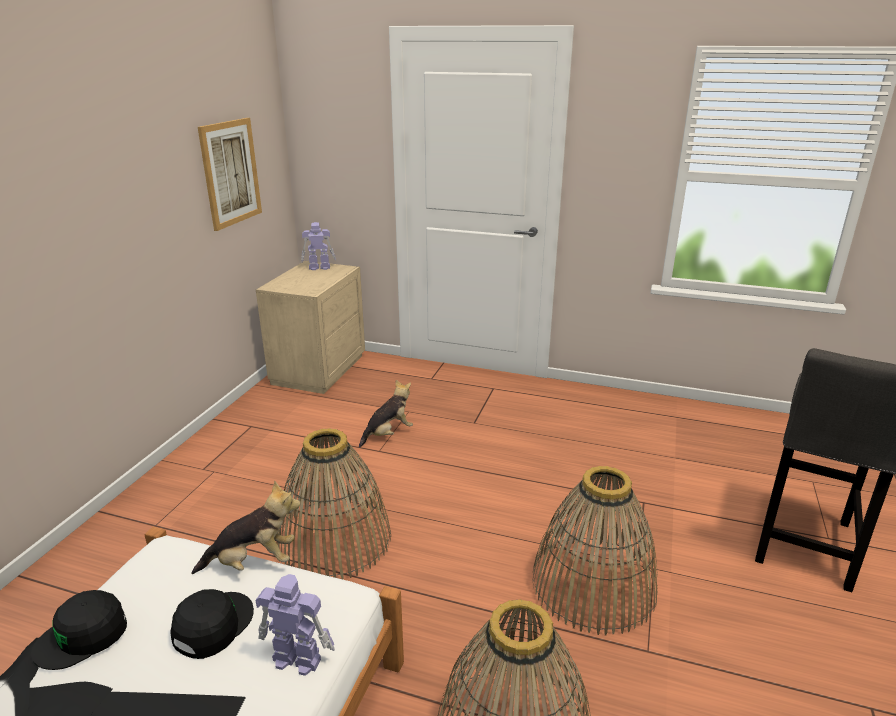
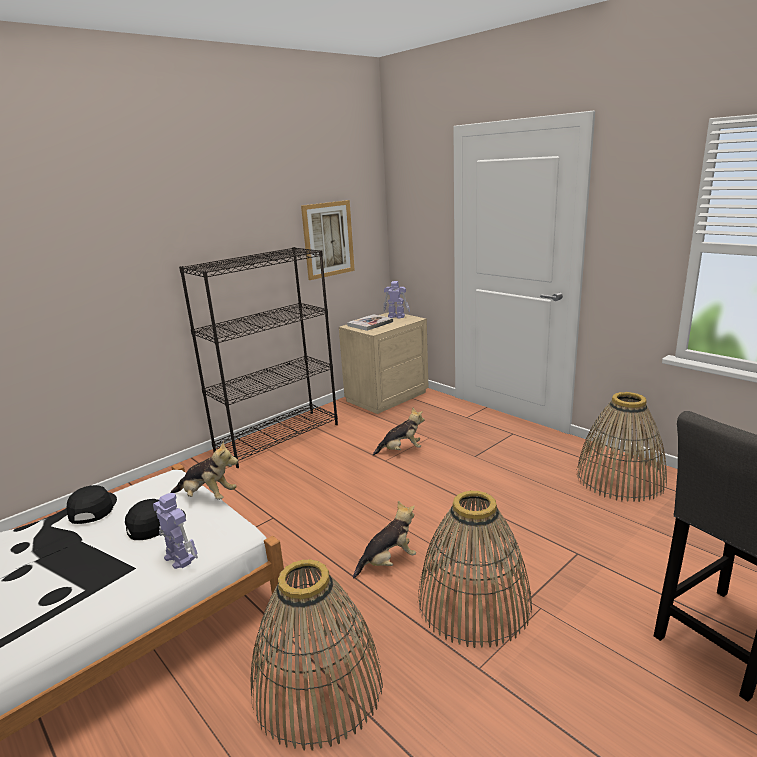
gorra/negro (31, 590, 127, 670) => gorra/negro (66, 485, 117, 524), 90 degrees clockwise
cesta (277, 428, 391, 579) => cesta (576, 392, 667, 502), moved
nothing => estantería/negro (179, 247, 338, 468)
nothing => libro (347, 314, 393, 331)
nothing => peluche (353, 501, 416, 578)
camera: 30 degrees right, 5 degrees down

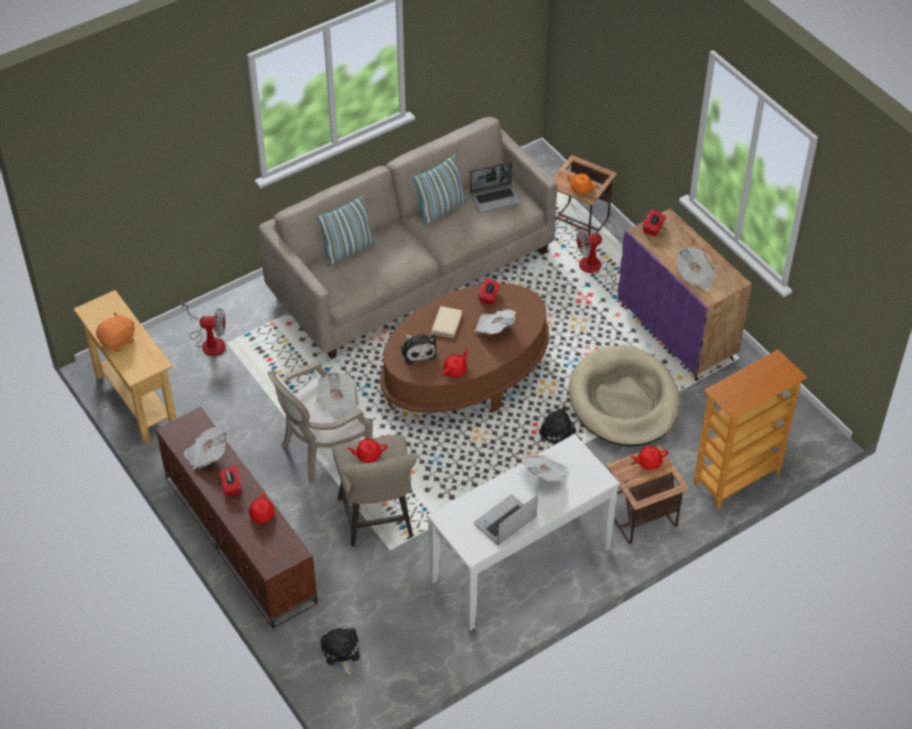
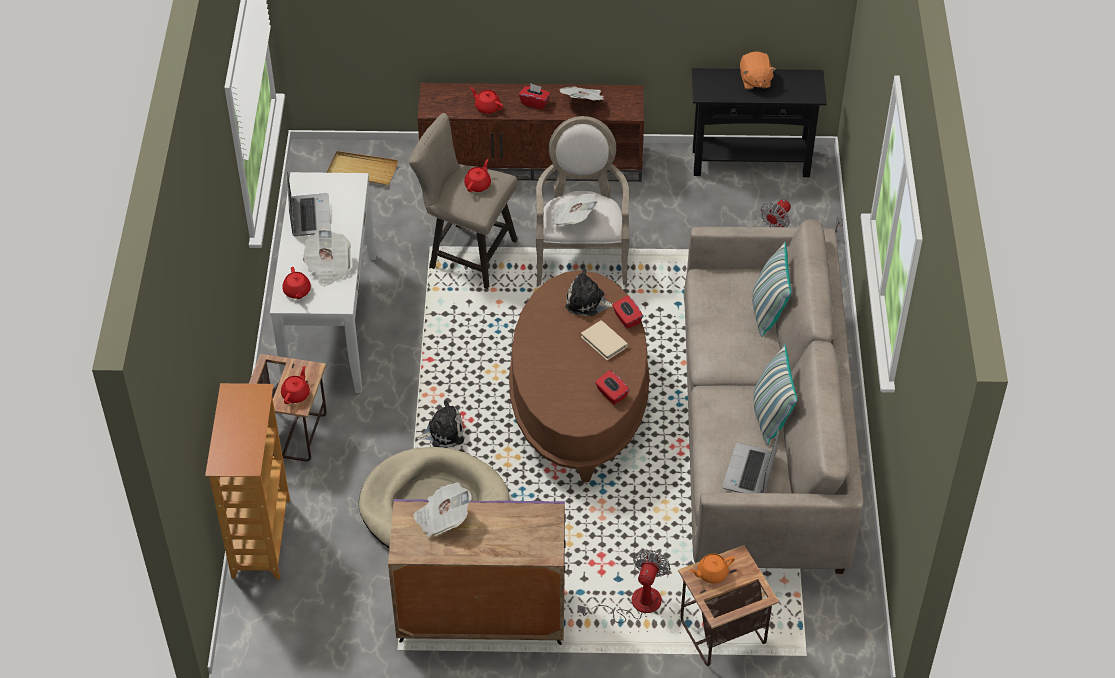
mesa consola/beis (74, 290, 177, 444) => mesa consola/negro (692, 68, 827, 177)
peluche (321, 628, 360, 676) => bandeja/beis (327, 151, 398, 185)
tetera/rojo (443, 349, 469, 377) => tetera/rojo (282, 267, 311, 299), moved
periódico (474, 309, 516, 334) => nothing
caja de pañuelos/rojo (642, 209, 666, 236) => caja de pañuelos/rojo (612, 295, 643, 329), moved
camera: 125 degrees right, 0 degrees up

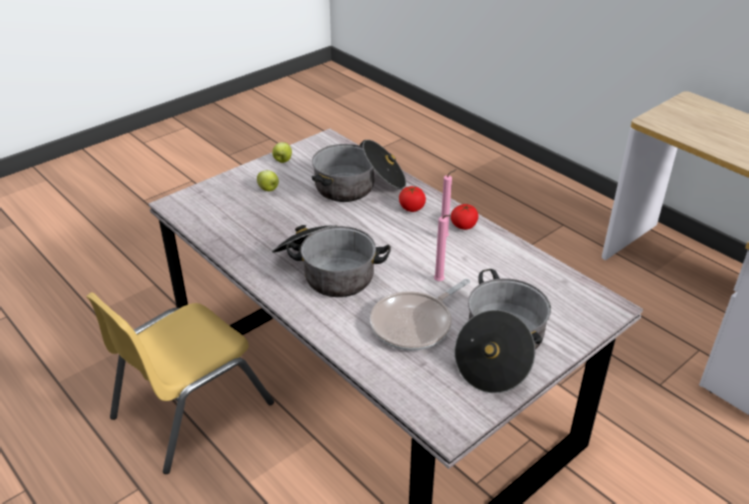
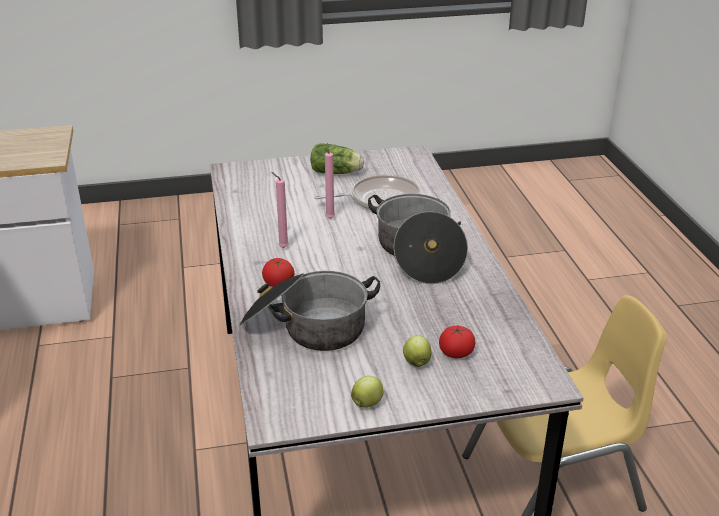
tomate (451, 204, 478, 230) => tomate (439, 326, 475, 358), moved
olla (454, 269, 551, 393) => lechuga (311, 143, 364, 174)
camera: 150 degrees left, 5 degrees down

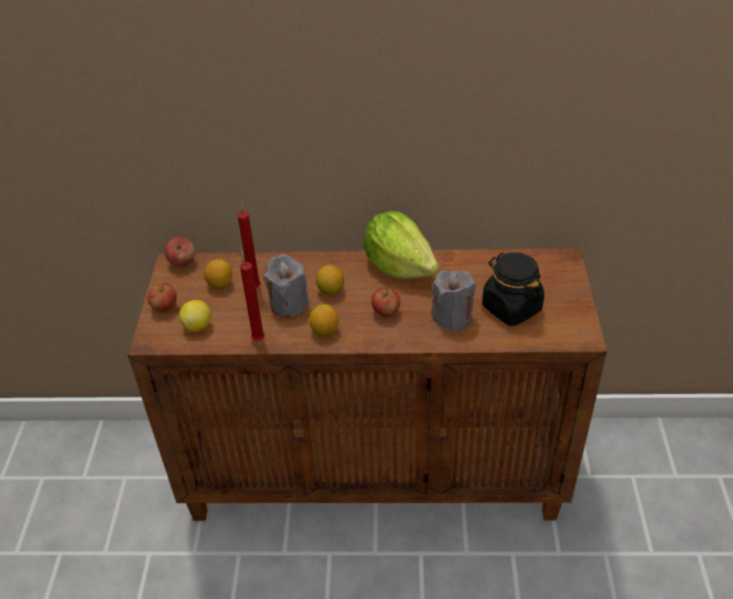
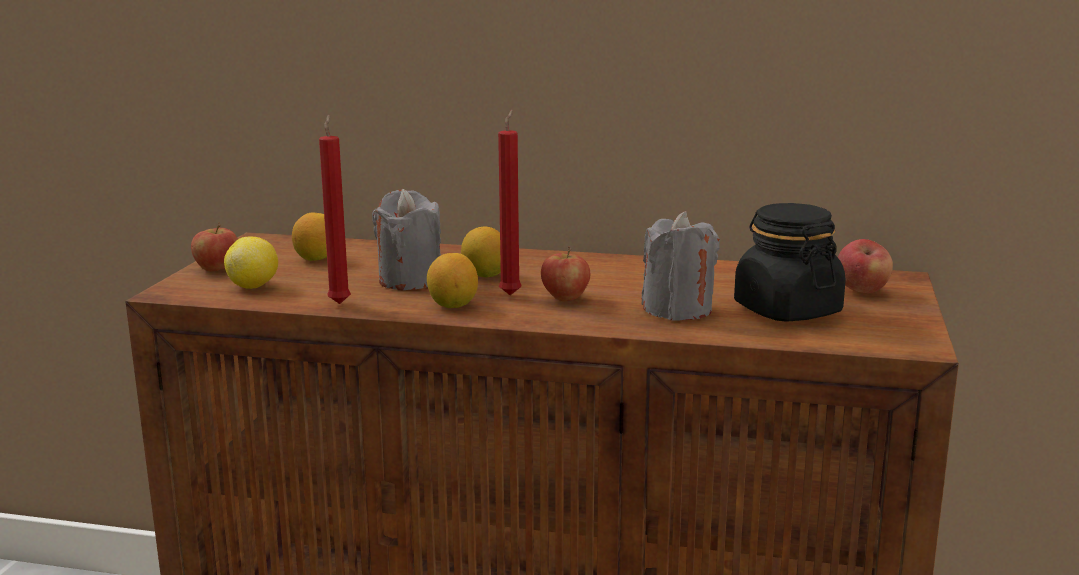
manzana (165, 237, 195, 267) => manzana (838, 239, 893, 293), moved
vela/rojo (238, 199, 261, 288) => vela/rojo (498, 110, 521, 295), moved
lechuga (364, 210, 439, 279) => nothing
camera: 10 degrees right, 25 degrees down

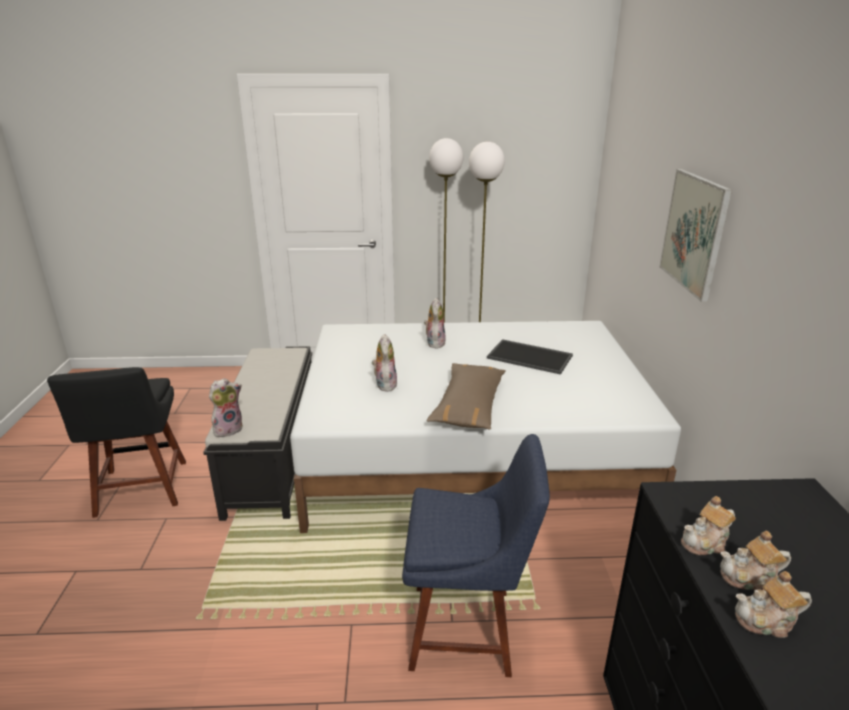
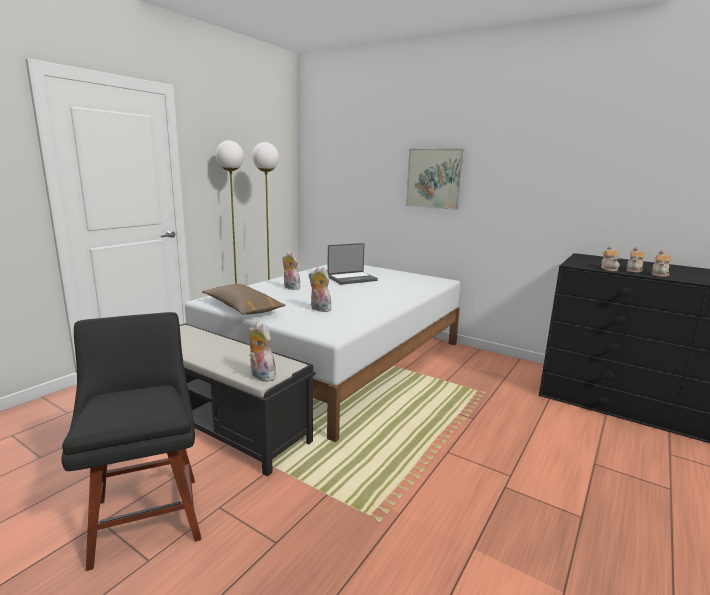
silla/negro (47, 367, 186, 518) => silla/negro (61, 312, 201, 571), 135 degrees counterclockwise
peluche (209, 378, 243, 437) => peluche (249, 322, 276, 382), 45 degrees counterclockwise
silla/azul (402, 434, 550, 677) => nothing
cojín/marrón (427, 363, 506, 430) => cojín/marrón (202, 284, 286, 315), moved
bandeja (487, 339, 573, 375) => portátil (327, 243, 378, 285)
camera: 55 degrees left, 10 degrees down

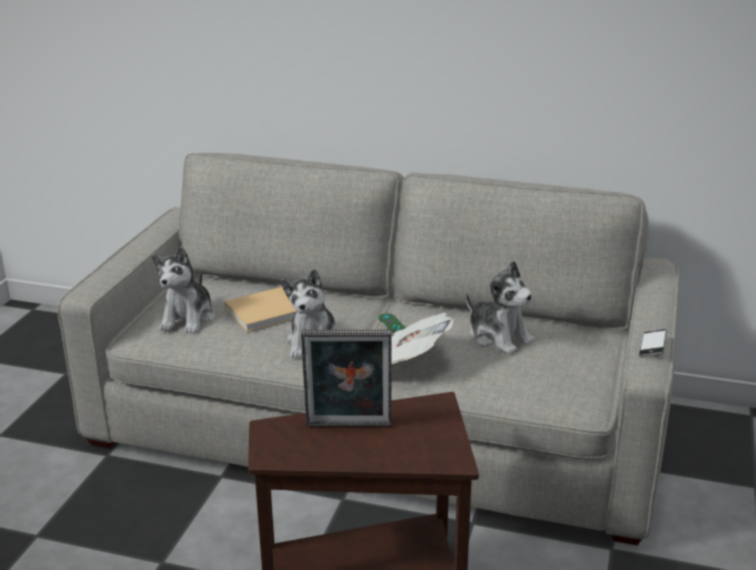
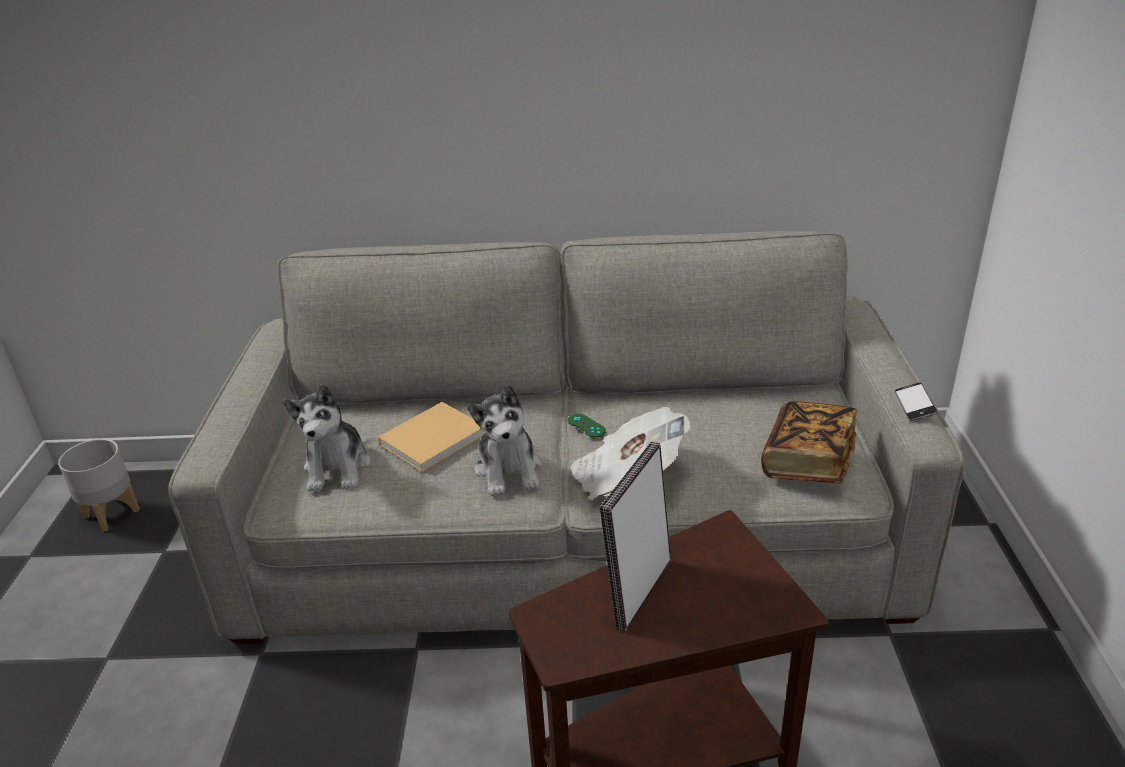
portarretratos (301, 330, 392, 427) => portarretratos (600, 442, 671, 632), 135 degrees clockwise
peluche (466, 260, 534, 355) => nothing
nothing => maceta/gris (58, 439, 140, 531)
nothing => libro (761, 401, 857, 483)
camera: 15 degrees left, 5 degrees up

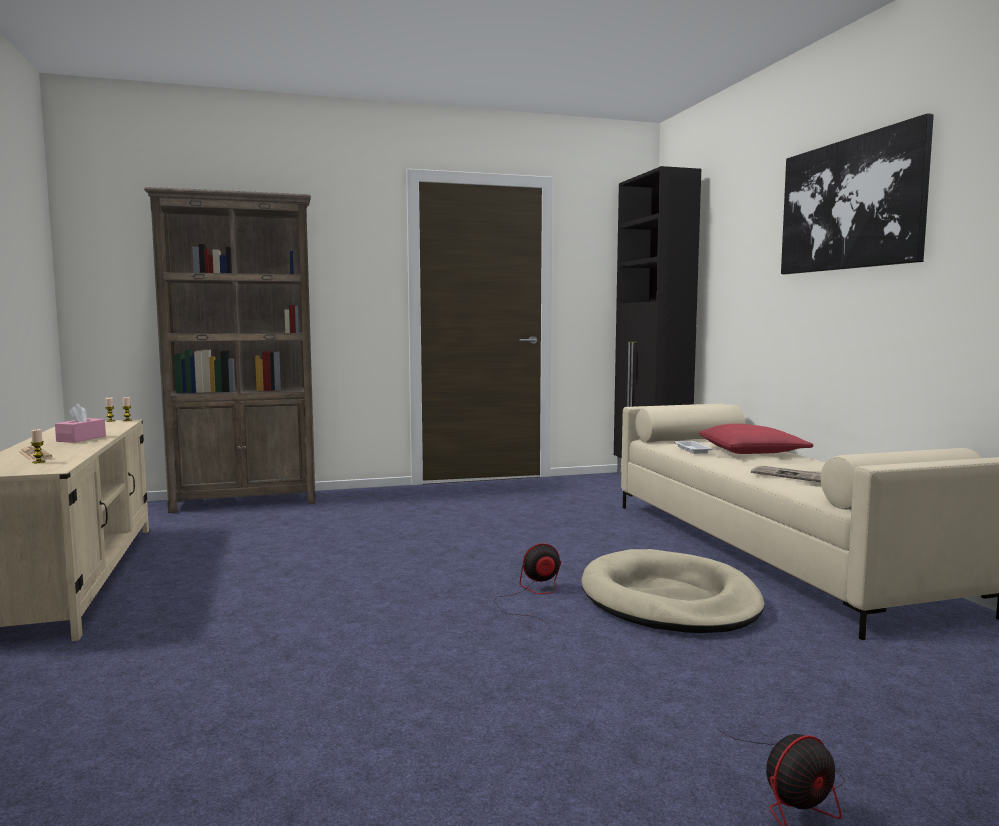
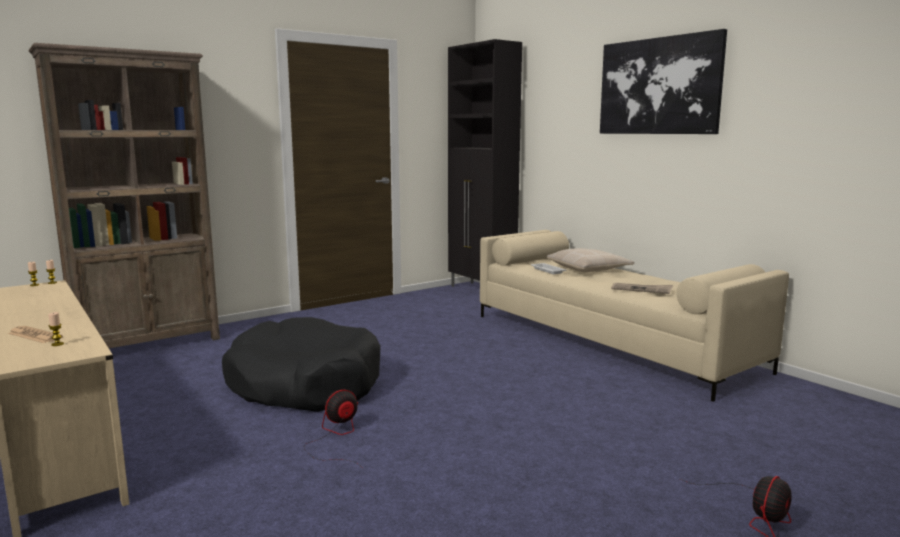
caja de pañuelos/rosa (55, 404, 106, 443) => nothing
ventilador (494, 543, 561, 627) => ventilador (304, 390, 363, 468), moved
cama para perro/beis (582, 549, 764, 633) => nothing
cojín/rojo (699, 424, 813, 454) => cojín/beis (547, 248, 634, 272)
nothing => cama para perro/negro (222, 317, 380, 412)
camera: 20 degrees left, 5 degrees up

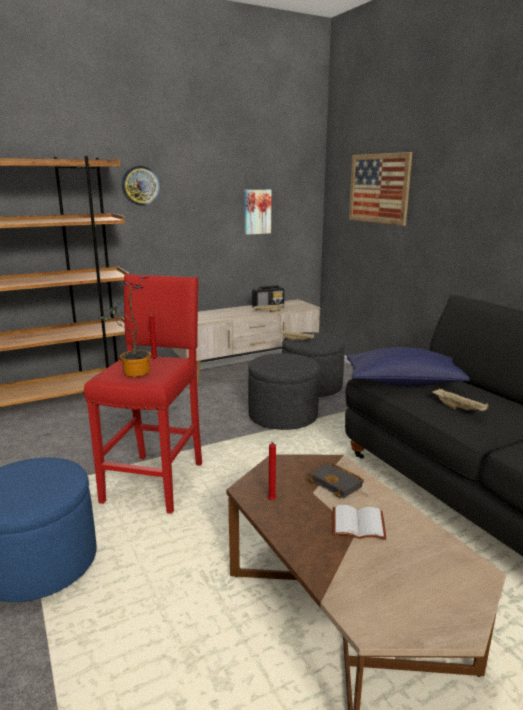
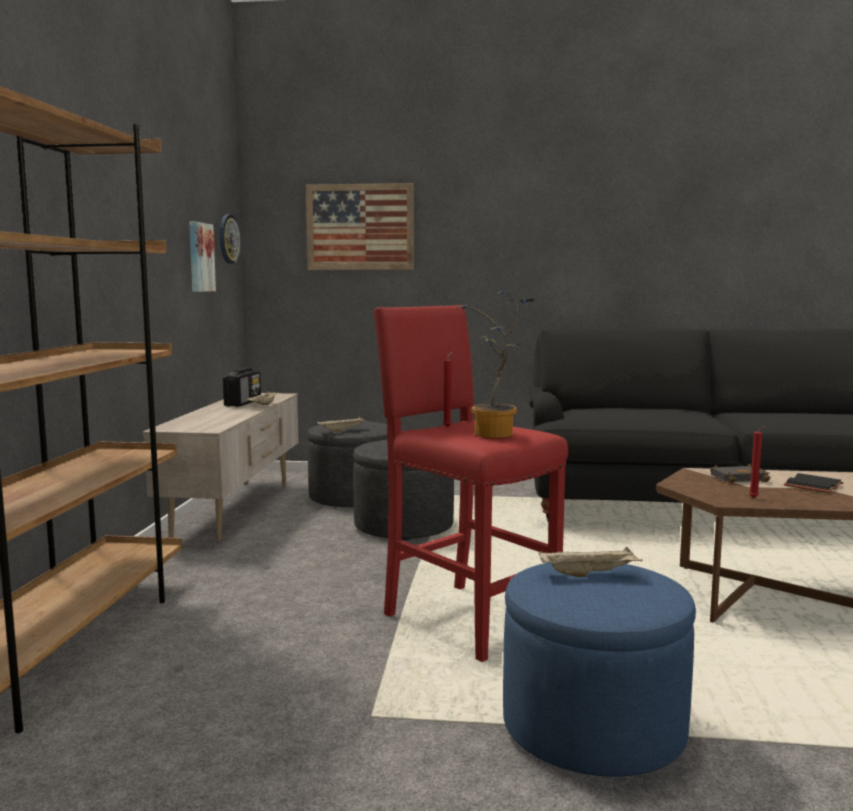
reloj de pared (122, 166, 160, 206) => reloj de pared (220, 214, 241, 264), moved
libro/blanco (333, 505, 386, 540) => libro/negro (784, 473, 843, 493)
cojín/azul (347, 347, 470, 386) => nothing
bandeja/beis (432, 389, 489, 411) => bandeja/beis (538, 547, 643, 577), moved
camera: 55 degrees left, 10 degrees down

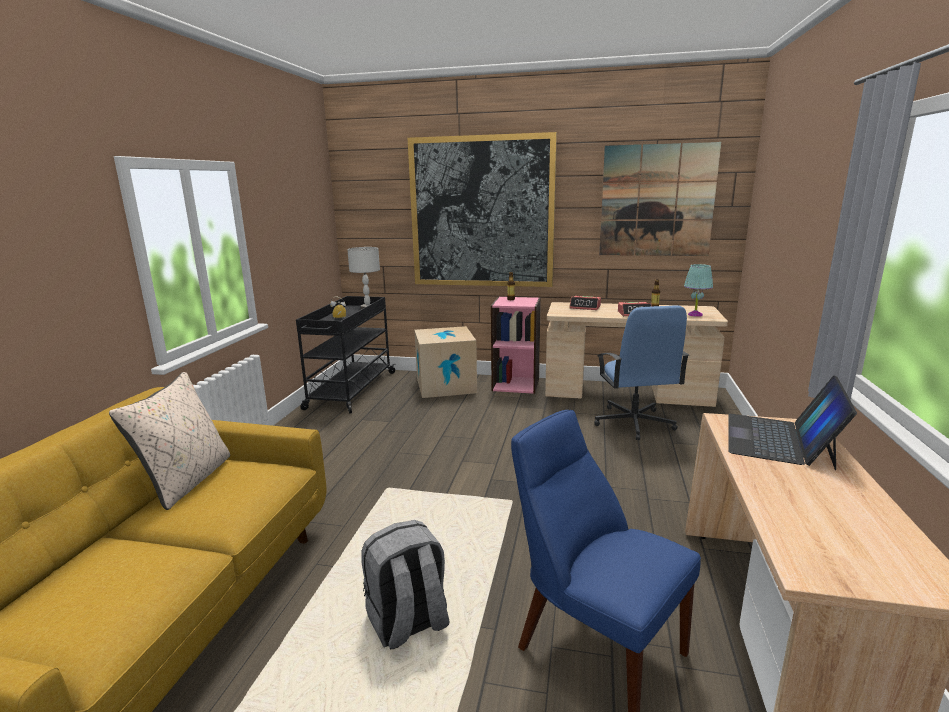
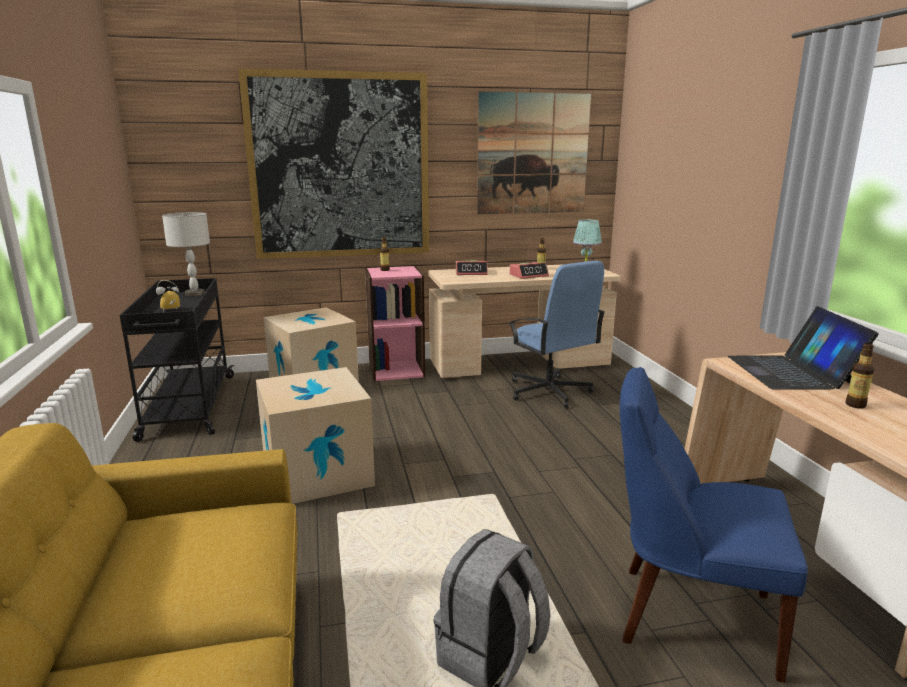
cojín/beis (109, 372, 230, 510) => nothing
nothing => caja de cartón (256, 367, 375, 504)
nothing => botella (846, 343, 874, 408)
camera: 25 degrees left, 0 degrees up

